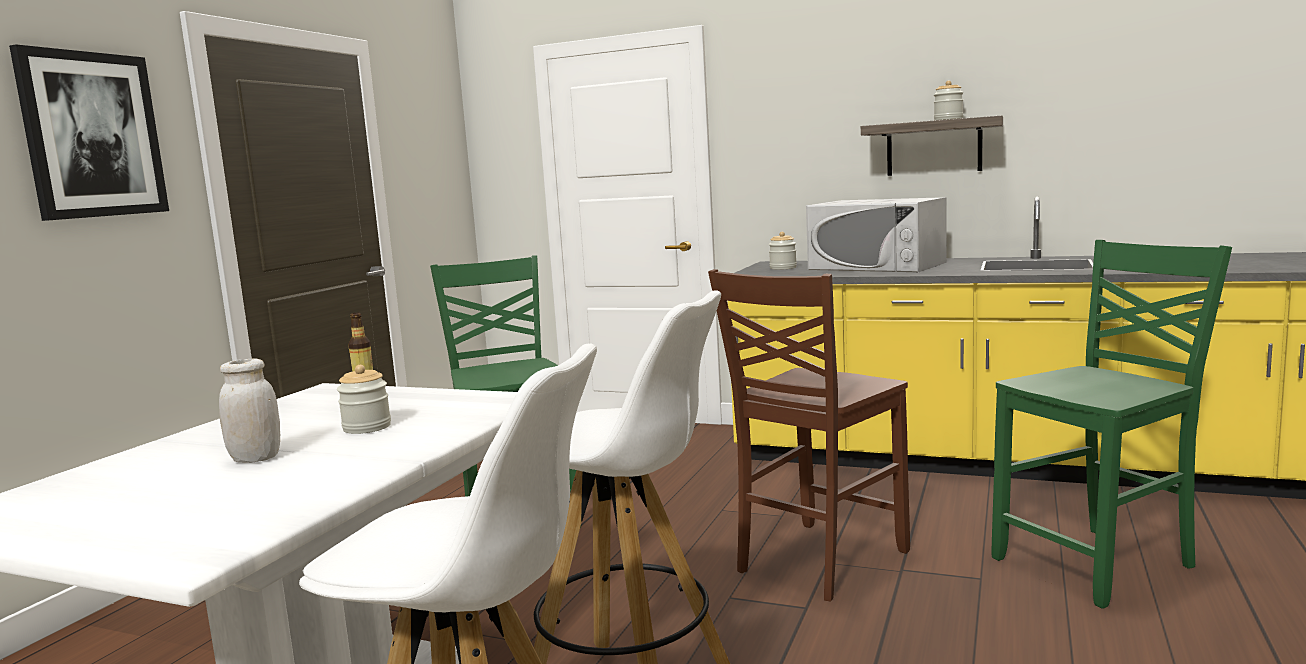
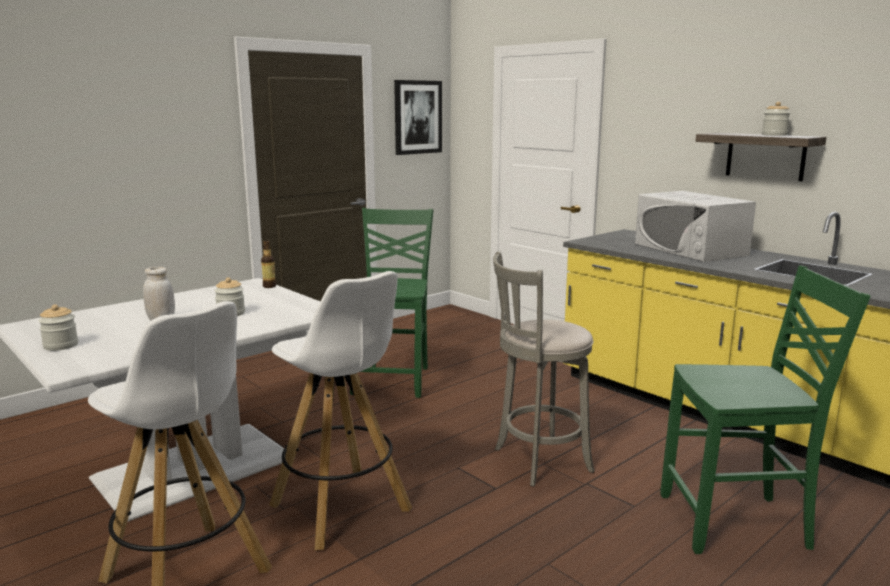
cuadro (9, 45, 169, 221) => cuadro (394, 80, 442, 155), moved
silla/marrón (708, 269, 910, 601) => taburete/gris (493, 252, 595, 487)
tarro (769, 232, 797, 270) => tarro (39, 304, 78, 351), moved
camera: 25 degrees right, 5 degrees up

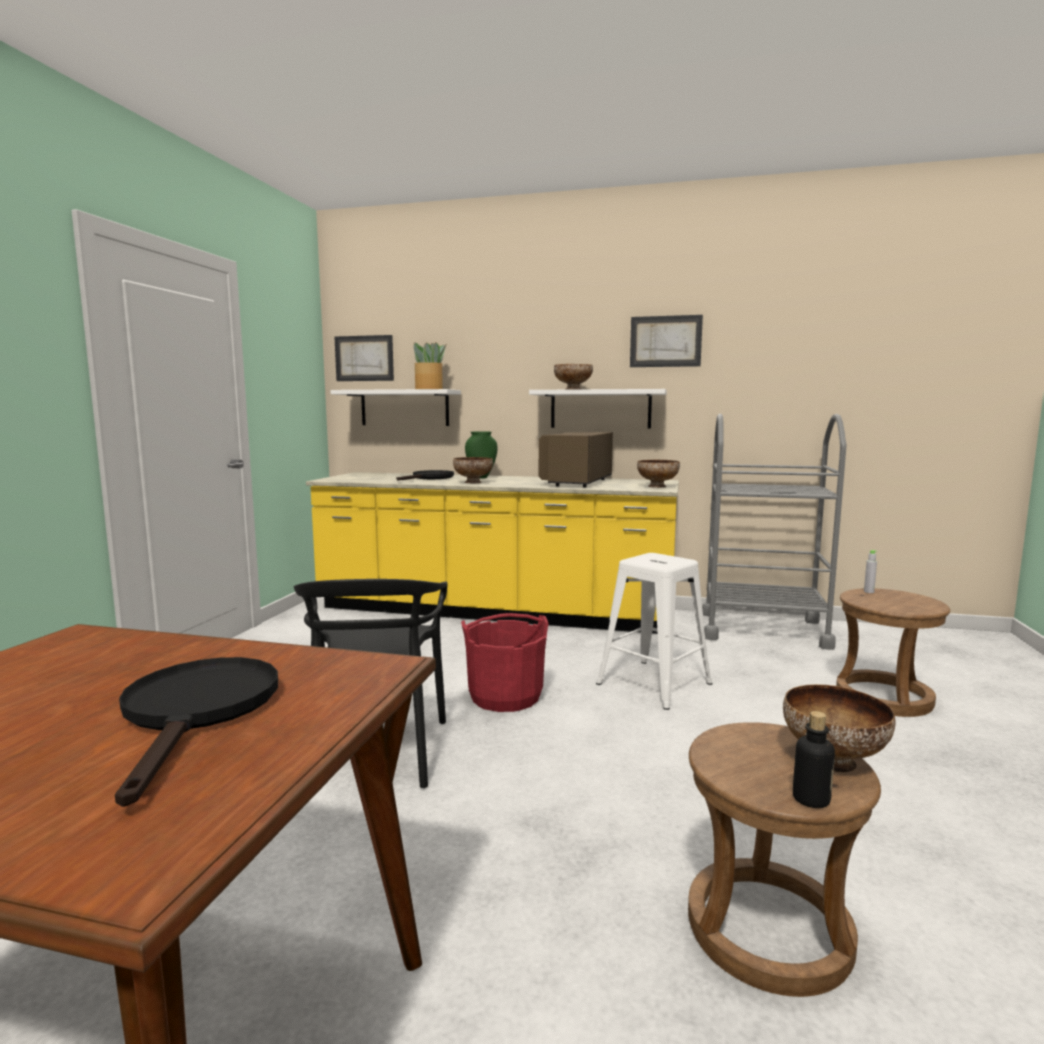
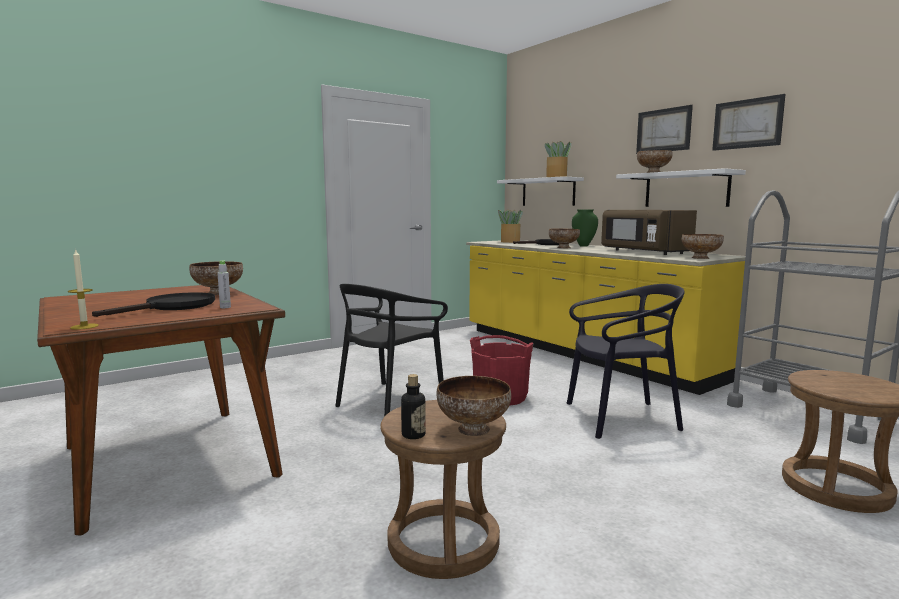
cuadro (334, 335, 394, 381) => cuadro (636, 105, 693, 154), moved
microondas/marrón (539, 432, 613, 488) => microondas/marrón (601, 210, 697, 255), 90 degrees counterclockwise
taburete/blanco (596, 553, 713, 710) => silla/negro (567, 284, 684, 439)
botella/gris (864, 550, 878, 593) => botella/gris (218, 261, 231, 308), moved
nothing => vela (68, 249, 99, 330)
nothing => cuenco (189, 261, 243, 295)
nothing => planta en maceta (498, 209, 523, 243)
camera: 40 degrees right, 0 degrees up

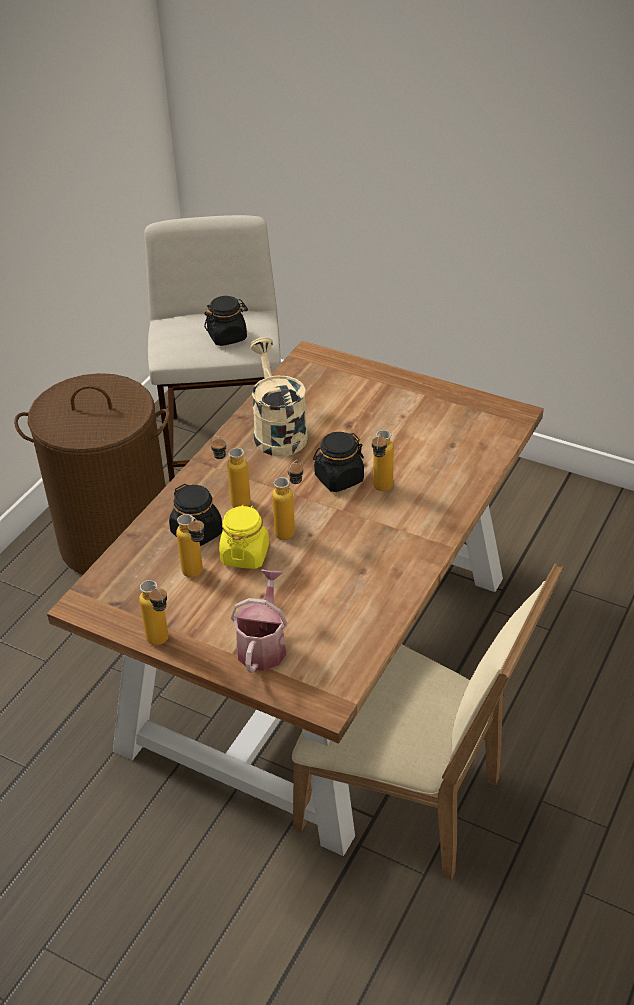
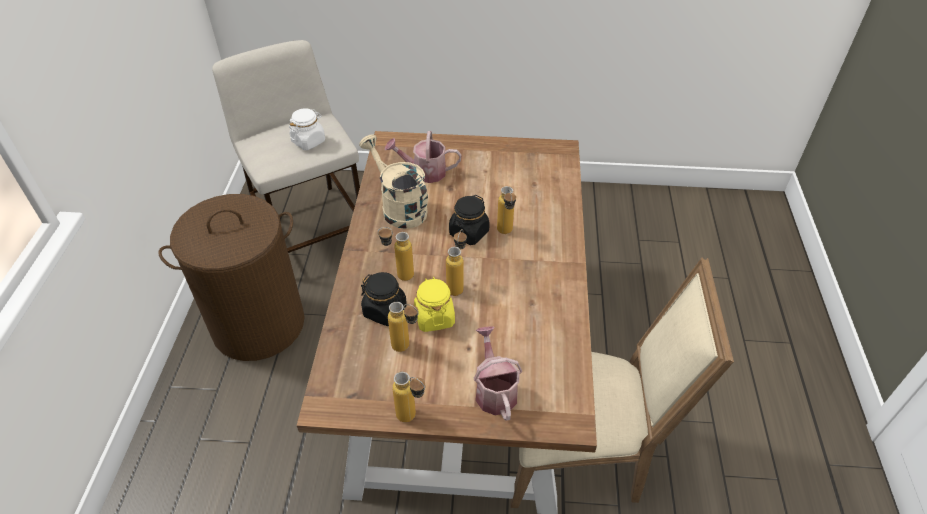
tarro/negro (204, 296, 248, 346) => tarro/blanco (289, 108, 325, 150)
nothing => regadera (384, 131, 462, 183)
camera: 25 degrees left, 5 degrees up

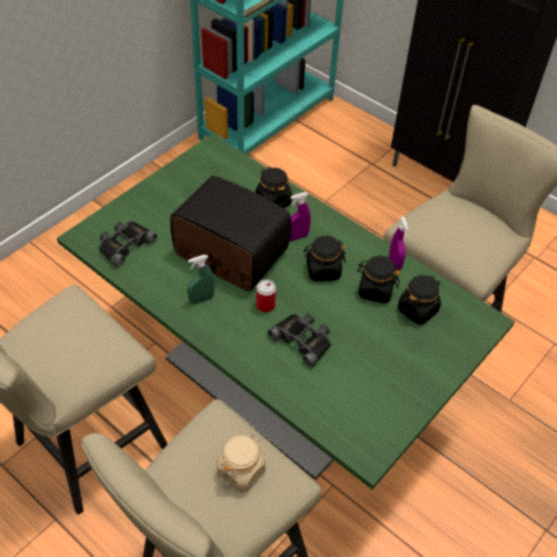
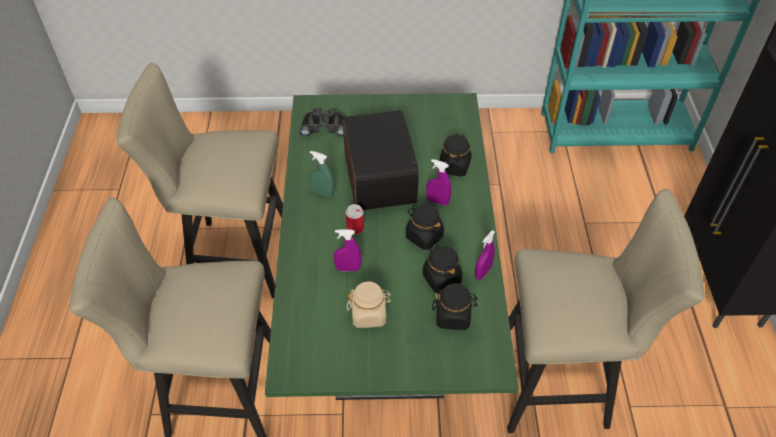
tarro/beis (217, 434, 266, 493) => tarro/beis (347, 282, 391, 328), moved
prismáticos/negro (268, 314, 331, 367) => pulverizador/morado (334, 229, 361, 271)
camera: 50 degrees right, 0 degrees up

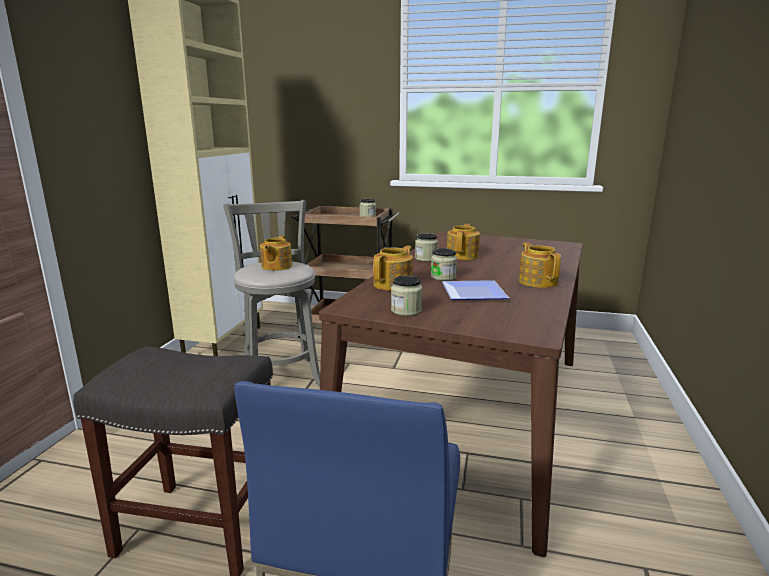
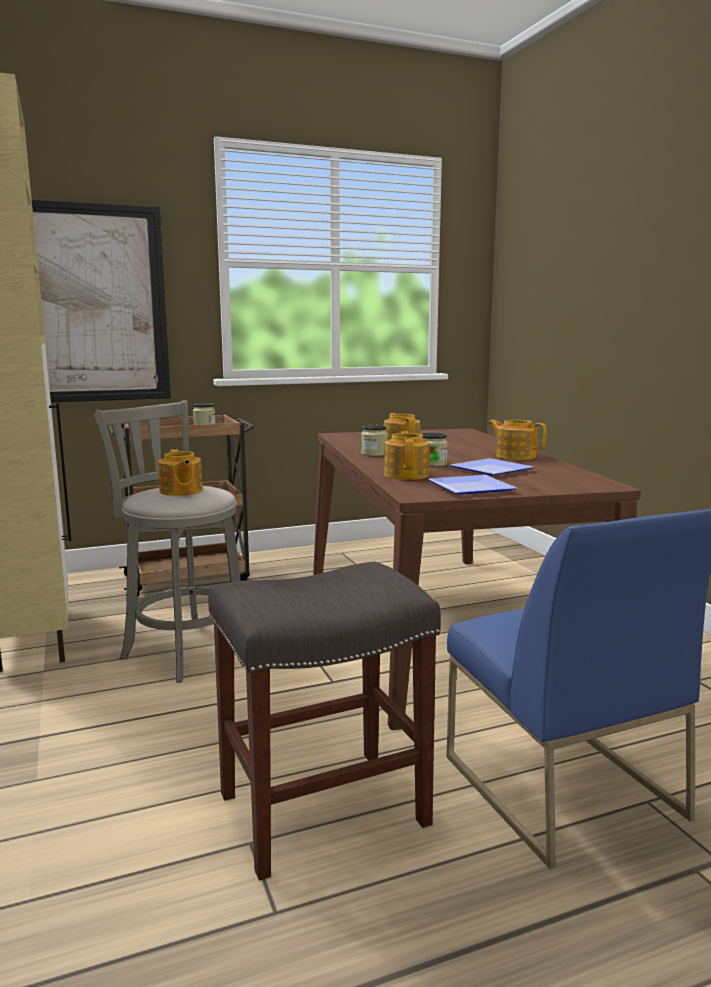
tarro (391, 275, 423, 316) => plato (428, 475, 517, 494)
nothing => cuadro (32, 199, 171, 402)
camera: 35 degrees left, 5 degrees down

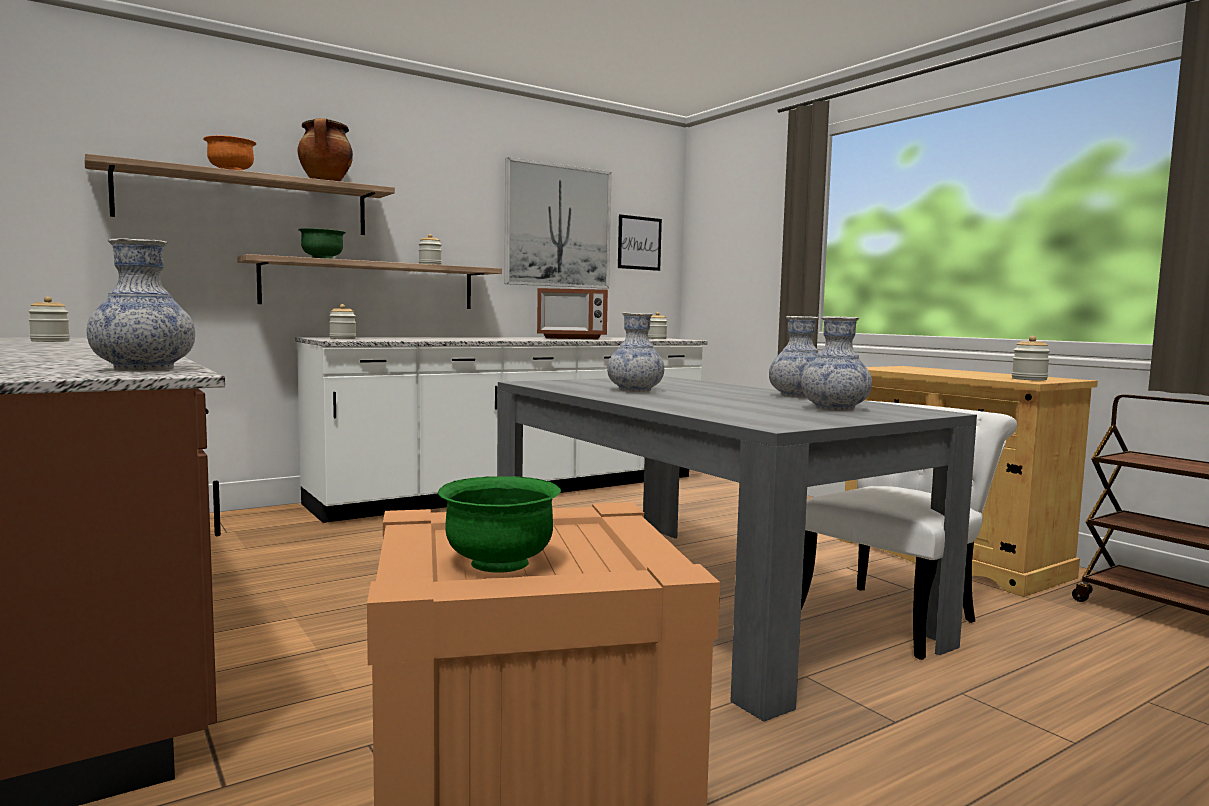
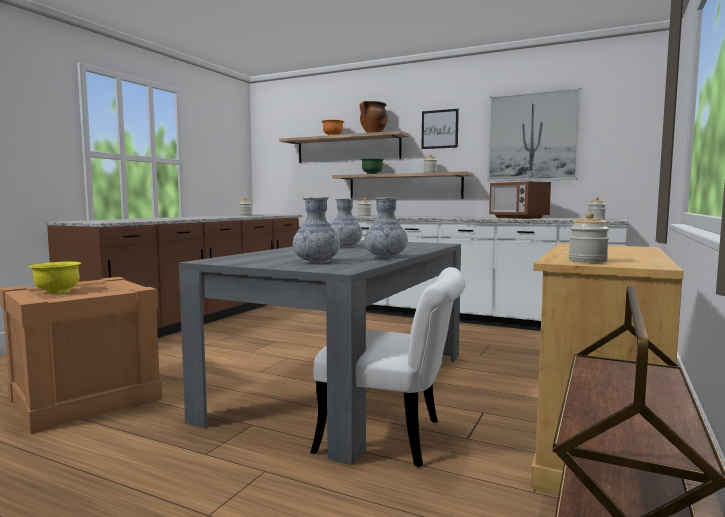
florero (86, 239, 195, 371) => nothing
cuenco/verde (438, 476, 561, 573) => cuenco/amarillo (29, 261, 81, 294)
cuadro (618, 215, 662, 271) => cuadro (421, 109, 459, 149), moved
camera: 60 degrees right, 0 degrees up

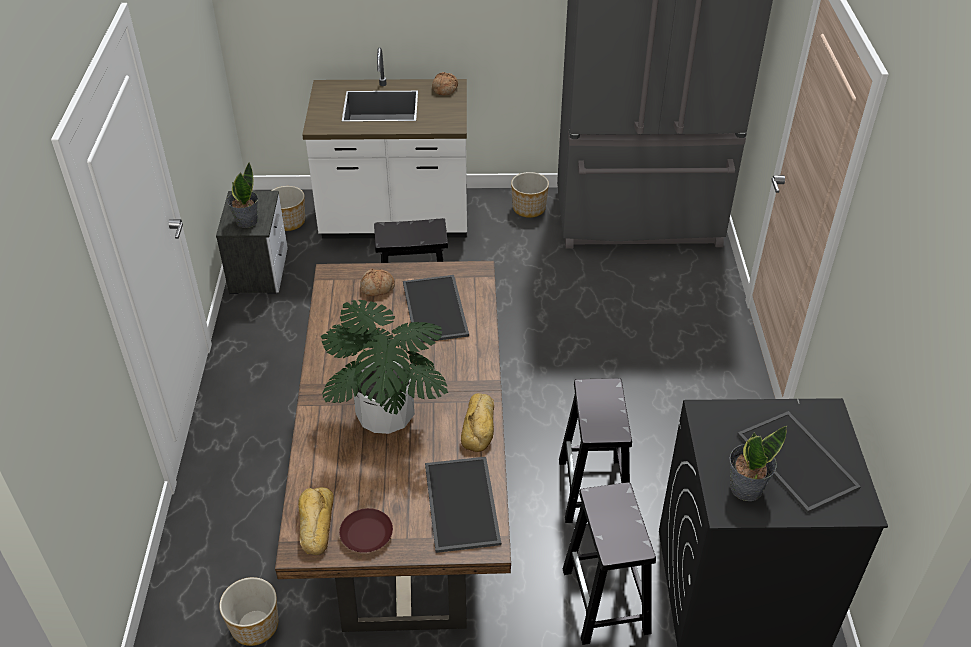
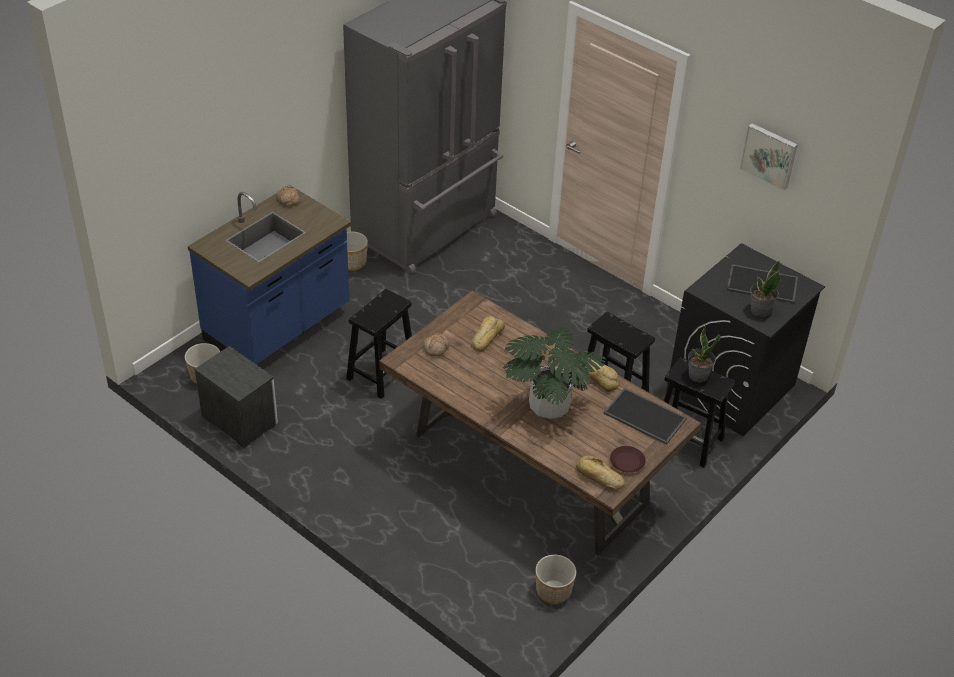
planta en maceta (227, 162, 258, 228) => planta en maceta (688, 324, 721, 382), moved
mueble bajo de cocina/blanco (302, 47, 467, 239) => mueble bajo de cocina/azul (188, 185, 351, 365)
bandeja (403, 275, 469, 343) => pan (471, 316, 505, 352)
nothing => cuadro (740, 123, 798, 190)
camera: 50 degrees left, 0 degrees up

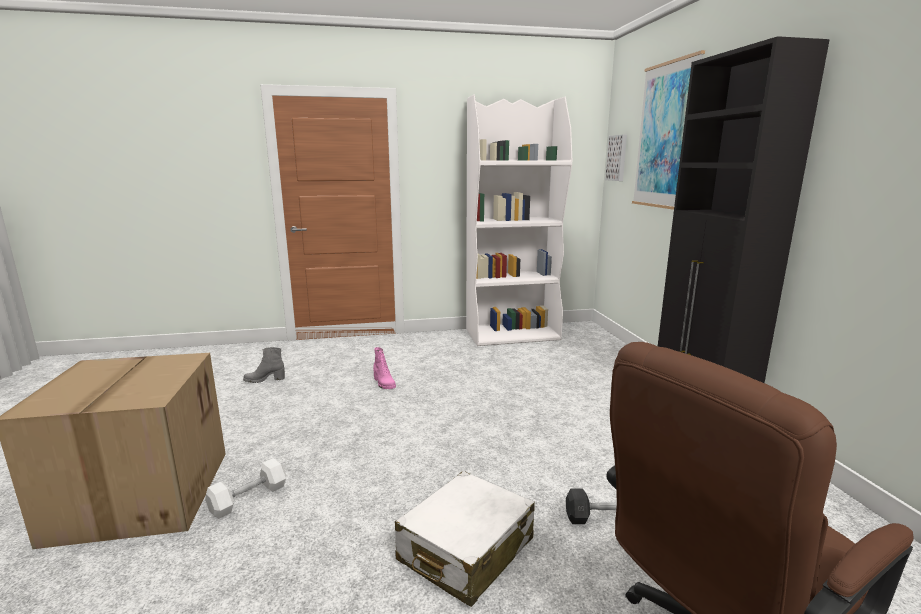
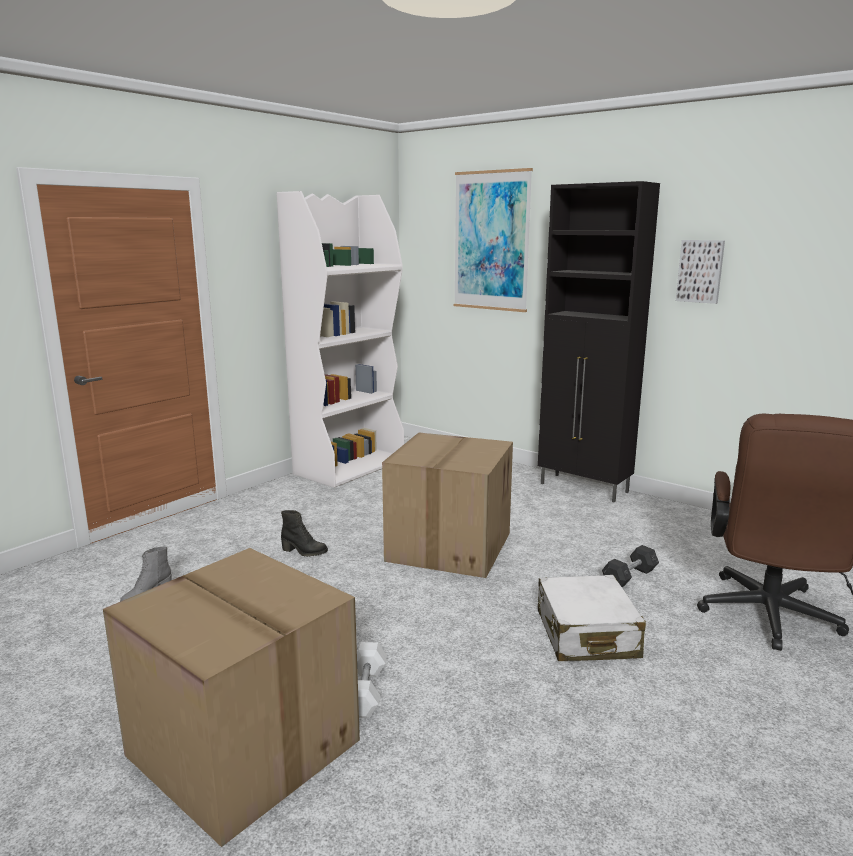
bota/rosa (373, 347, 396, 389) => bota/negro (281, 510, 328, 557)
cuadro (605, 134, 627, 181) => cuadro (676, 240, 725, 304), moved
nothing => caja de cartón (382, 433, 513, 578)
camera: 40 degrees left, 0 degrees up

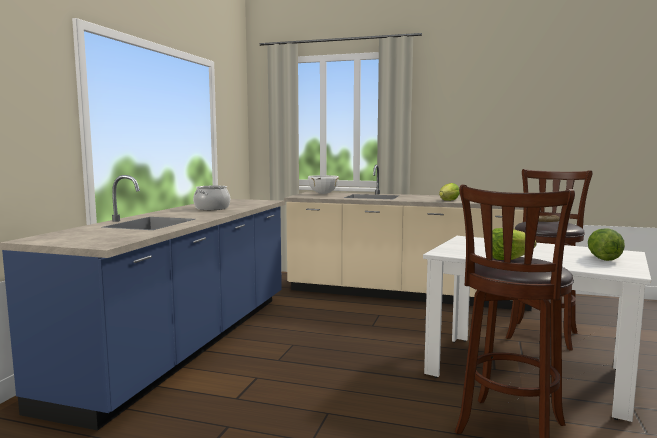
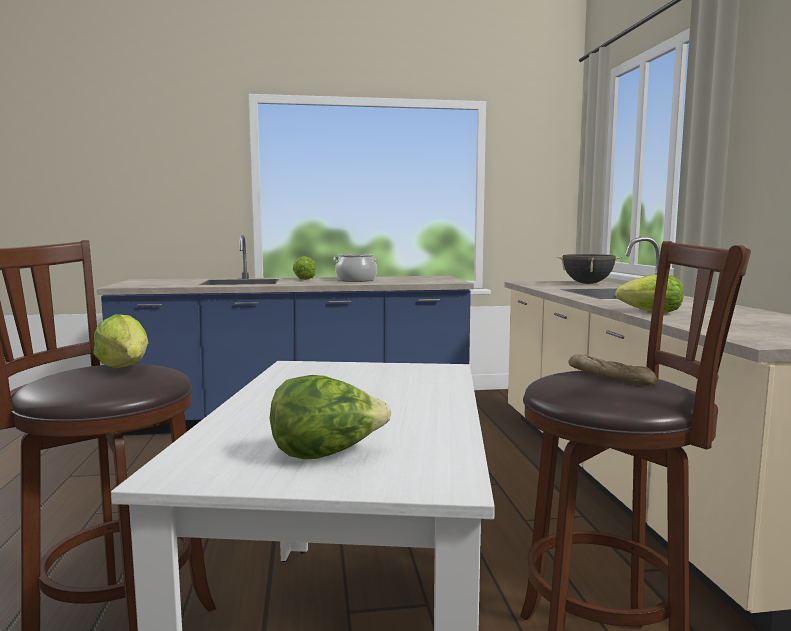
olla/blanco (308, 175, 339, 194) => olla/negro (556, 254, 622, 284)
nothing => lechuga (293, 256, 316, 280)
camera: 65 degrees right, 0 degrees up

